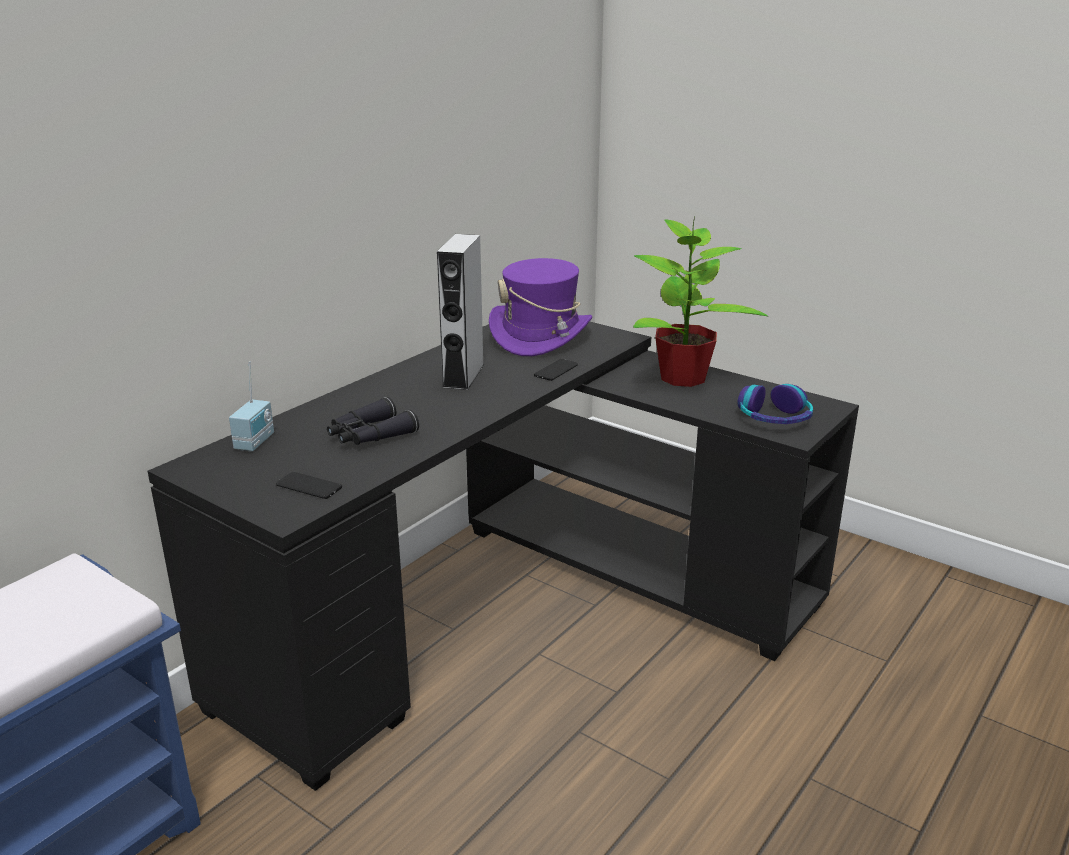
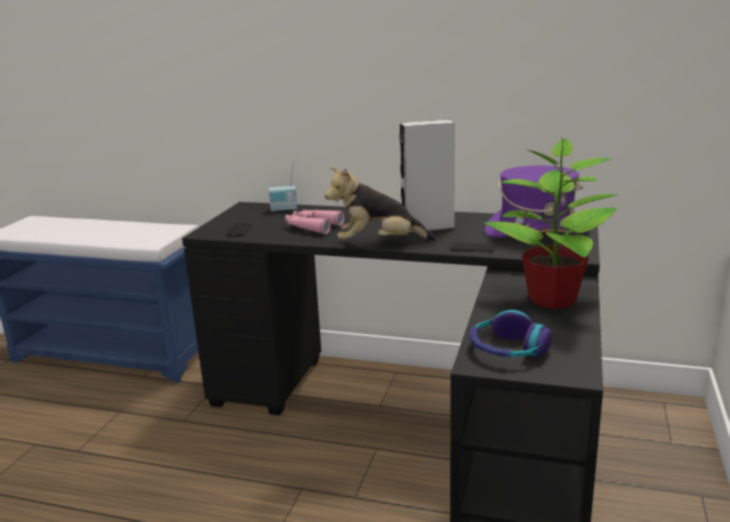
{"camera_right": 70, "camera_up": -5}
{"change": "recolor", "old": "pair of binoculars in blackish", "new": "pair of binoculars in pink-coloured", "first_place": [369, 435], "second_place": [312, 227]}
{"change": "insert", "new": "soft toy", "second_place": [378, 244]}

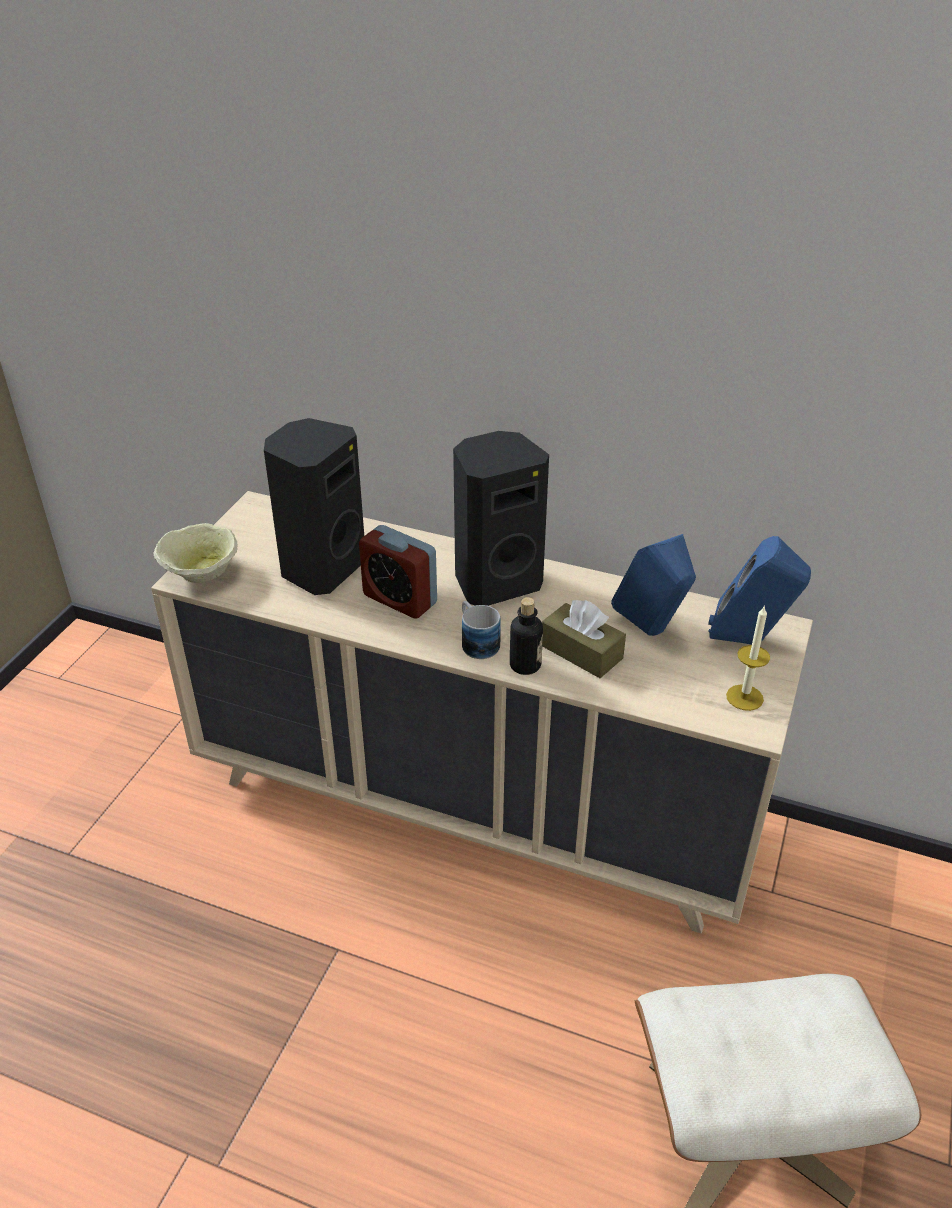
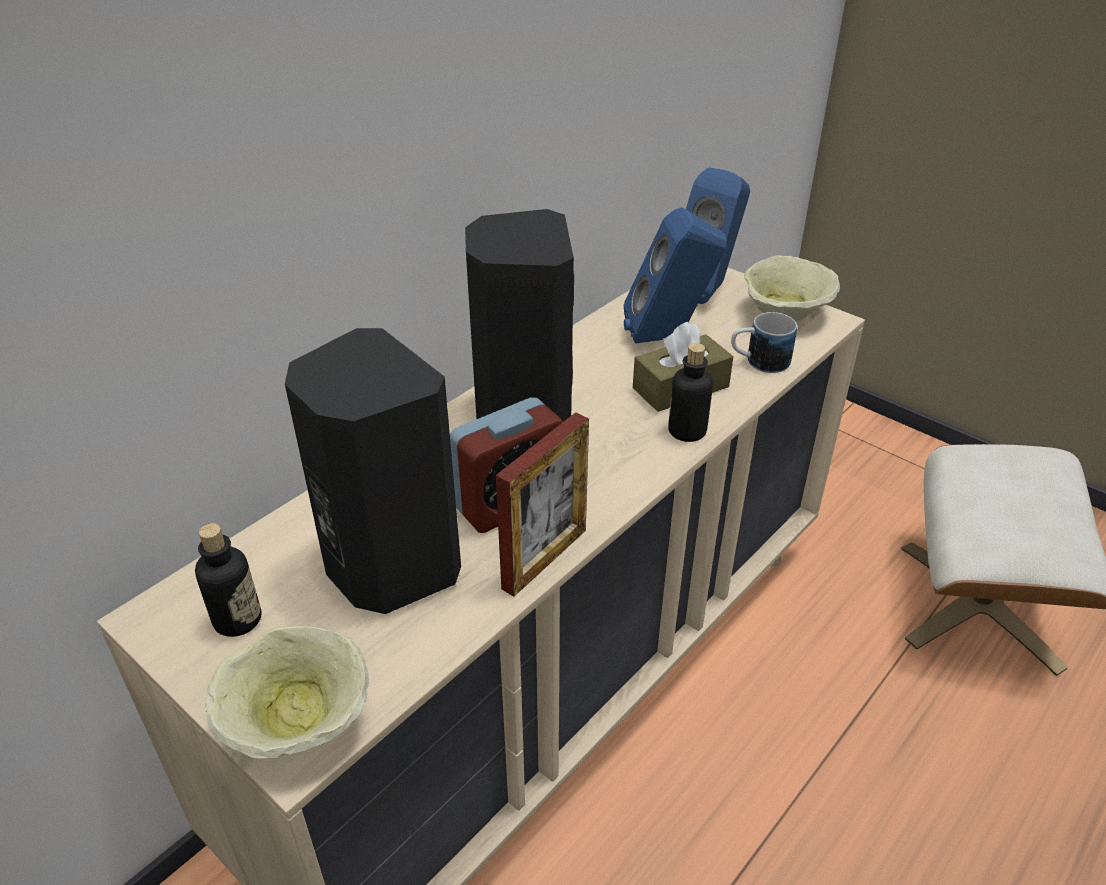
{"camera_right": -70, "camera_up": 0}
{"change": "insert", "new": "bottle", "second_place": [237, 620]}
{"change": "insert", "new": "standing frame", "second_place": [544, 559]}
{"change": "move", "old": "tea mug", "first_place": [476, 642], "second_place": [758, 362]}
{"change": "replace", "old": "wax candle", "new": "deep dish in sand-coloured", "first_place": [744, 697], "second_place": [785, 314]}

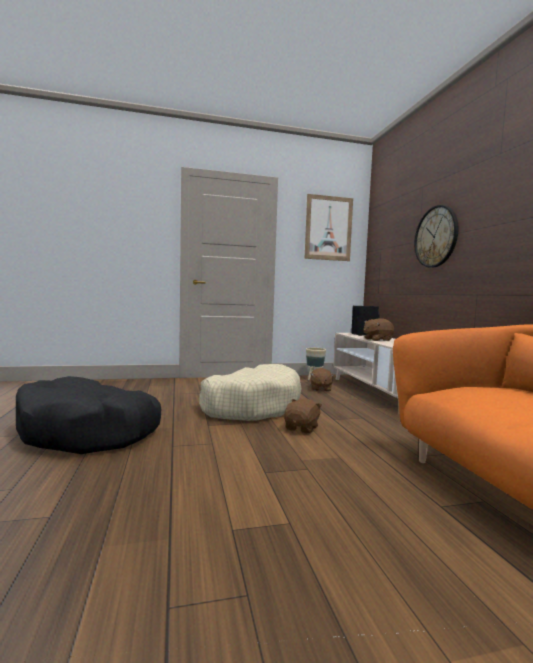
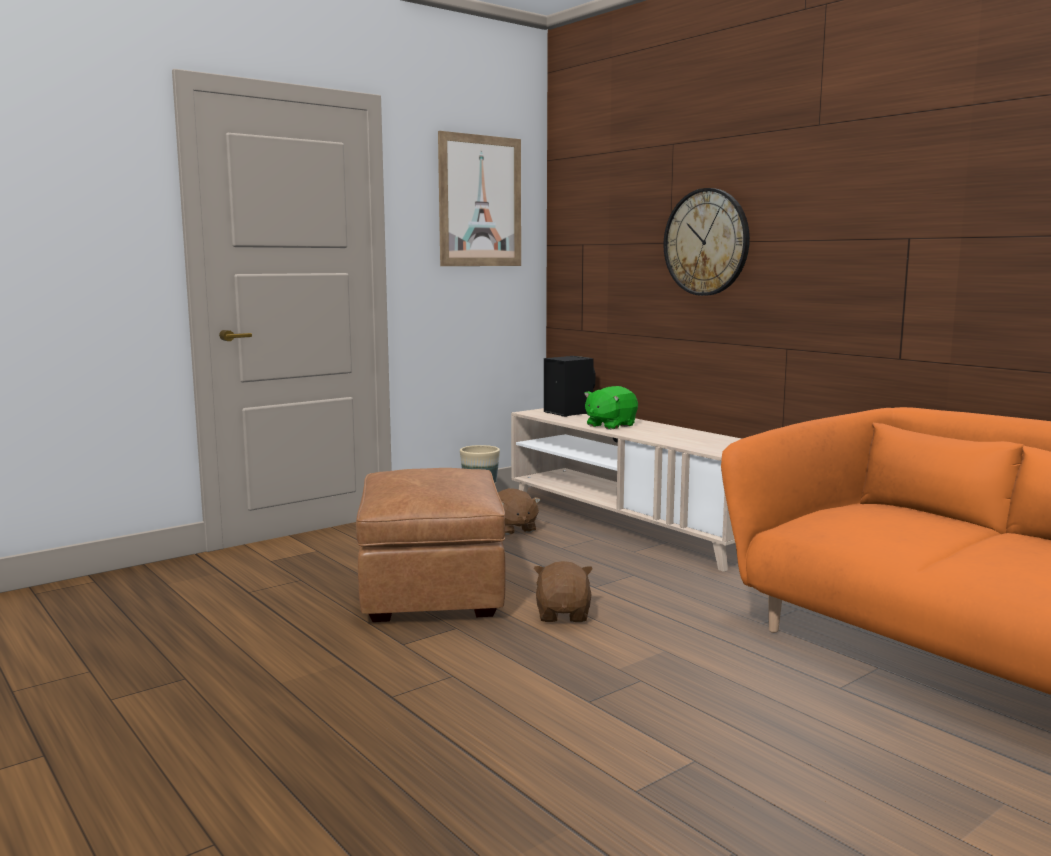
{"camera_right": -25, "camera_up": 5}
{"change": "replace", "old": "dog cushion in sand-coloured", "new": "footrest in brown", "first_place": [251, 406], "second_place": [432, 589]}
{"change": "recolor", "old": "soft toy in brown", "new": "soft toy in greenish", "first_place": [377, 339], "second_place": [610, 425]}
{"change": "delete", "old": "dog cushion in blackish", "first_place": [88, 431]}

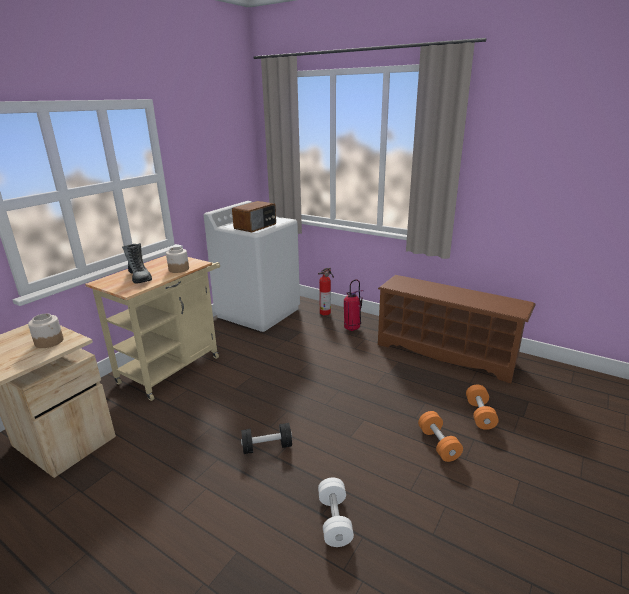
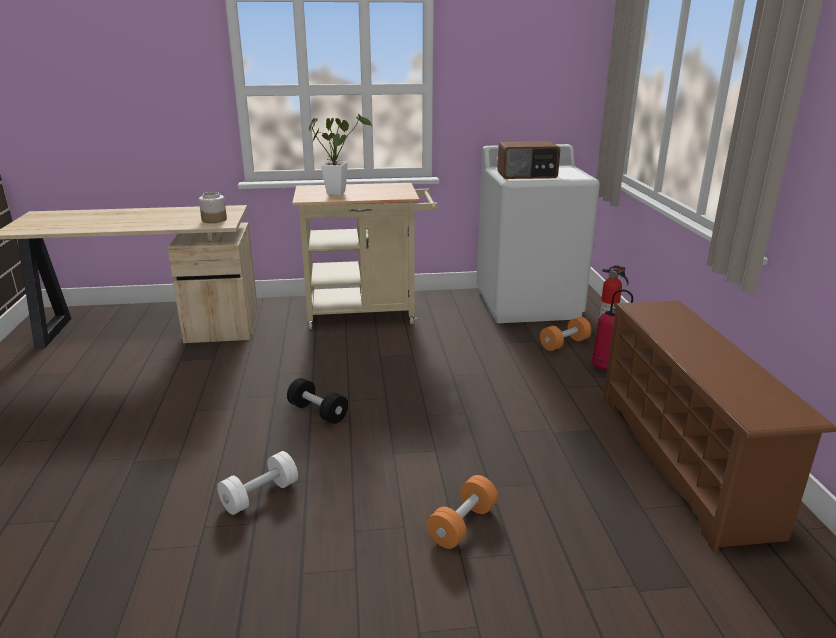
{"camera_right": 50, "camera_up": 0}
{"change": "replace", "old": "boot", "new": "potted plant", "first_place": [140, 277], "second_place": [338, 192]}
{"change": "move", "old": "dumbbell in orange-coloured", "first_place": [480, 414], "second_place": [564, 344]}
{"change": "delete", "old": "jar", "first_place": [178, 269]}

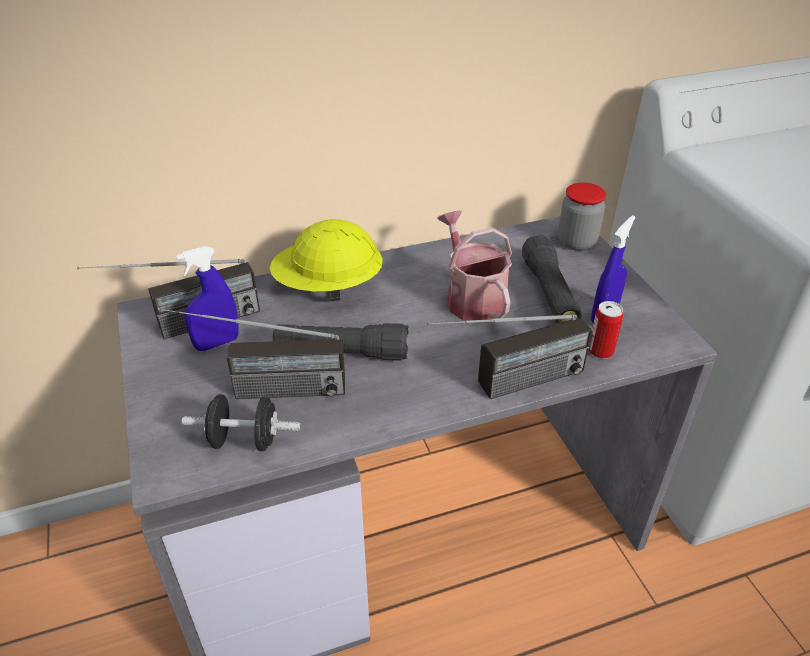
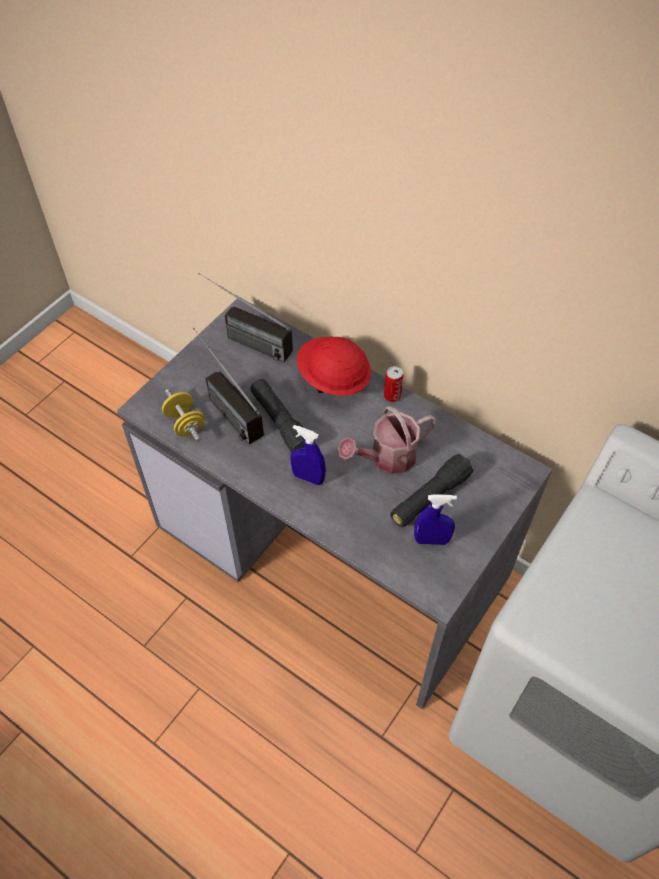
{"camera_right": 55, "camera_up": 15}
{"change": "recolor", "old": "dumbbell in blackish", "new": "dumbbell in yellow", "first_place": [245, 440], "second_place": [185, 423]}
{"change": "move", "old": "hand sprayer in blue-coloured", "first_place": [217, 343], "second_place": [308, 477]}
{"change": "recolor", "old": "safety helmet in yellow", "new": "safety helmet in red-coloured", "first_place": [328, 287], "second_place": [333, 379]}
{"change": "rotate", "old": "sprinkling can", "first_place": [472, 298], "second_place": [387, 457], "degrees": -150}
{"change": "move", "old": "metal can", "first_place": [600, 351], "second_place": [392, 396]}
{"change": "delete", "old": "radio", "first_place": [507, 386]}
{"change": "delete", "old": "jar", "first_place": [576, 242]}

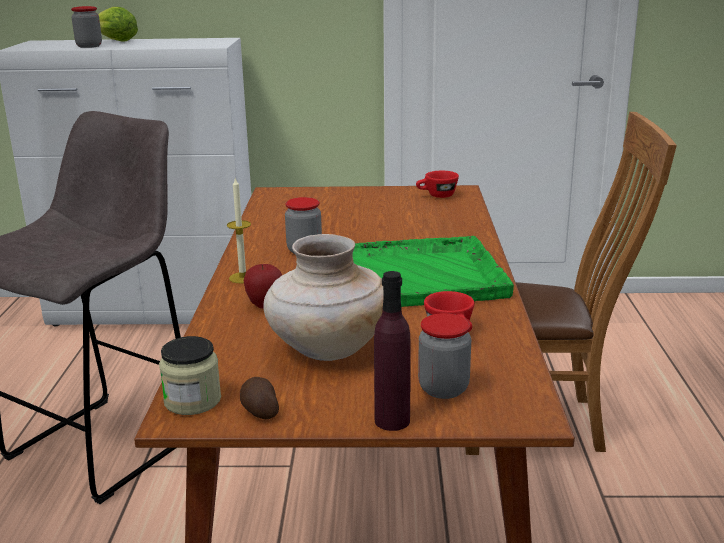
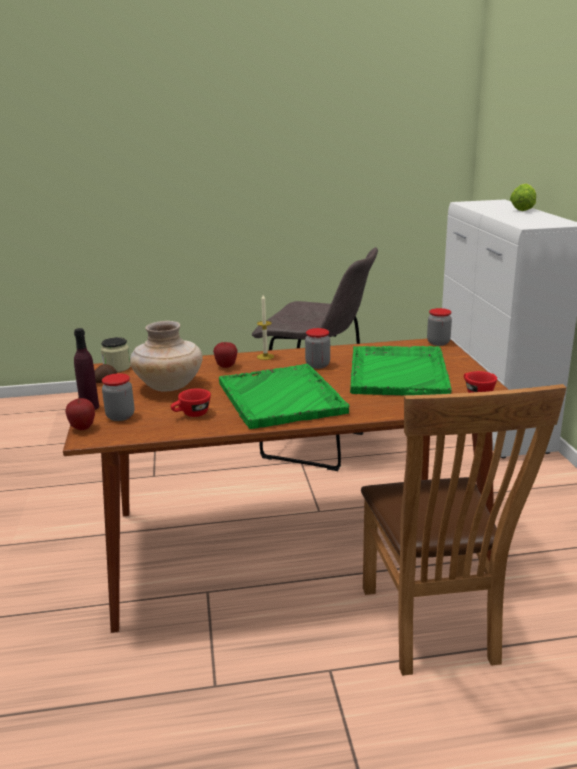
{"camera_right": 80, "camera_up": 0}
{"change": "insert", "new": "apple", "second_place": [82, 428]}
{"change": "insert", "new": "tray in greenish", "second_place": [398, 372]}
{"change": "move", "old": "jar", "first_place": [89, 46], "second_place": [438, 343]}

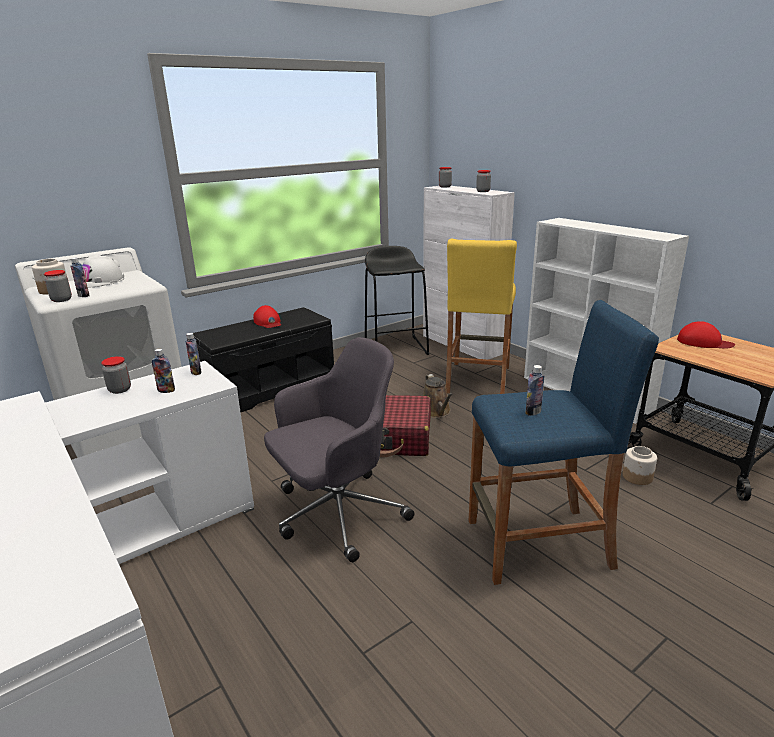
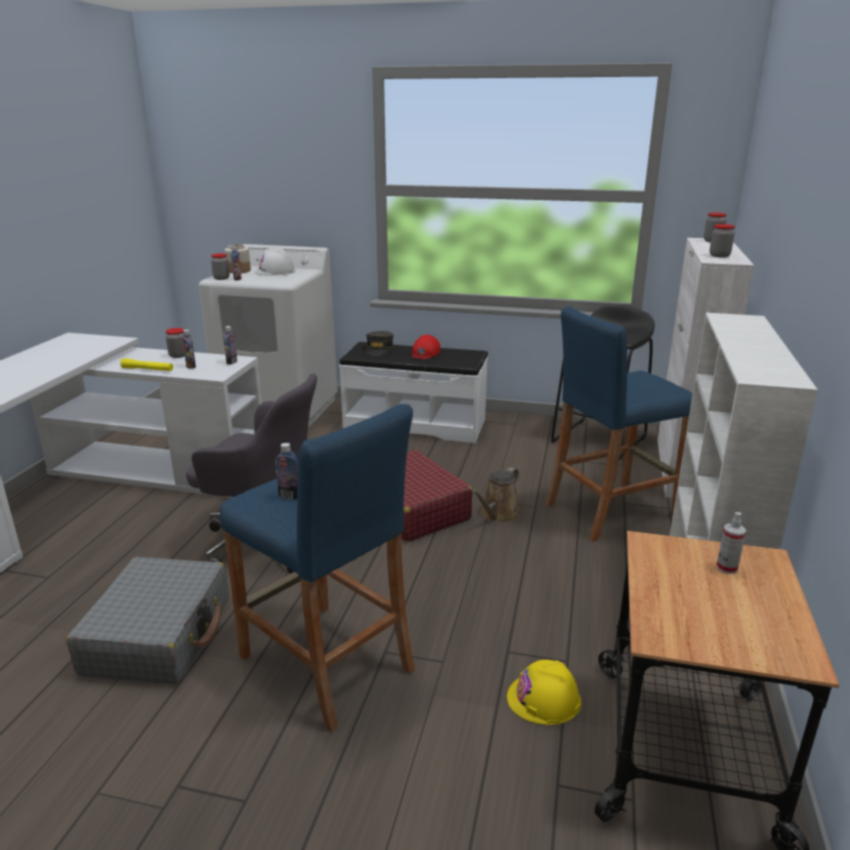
{"camera_right": 50, "camera_up": 0}
{"change": "insert", "new": "piece of luggage in greyish", "second_place": [159, 635]}
{"change": "insert", "new": "flashlight in yellow", "second_place": [147, 369]}
{"change": "recolor", "old": "long seat in blackish", "new": "long seat in white", "first_place": [268, 389], "second_place": [415, 424]}
{"change": "insert", "new": "cap in greyish", "second_place": [379, 349]}
{"change": "replace", "old": "jar", "new": "safety helmet in yellow", "first_place": [637, 477], "second_place": [544, 699]}
{"change": "recolor", "old": "stool in yellow", "new": "stool in blue-coloured", "first_place": [477, 379], "second_place": [610, 510]}
{"change": "replace", "old": "cap in red-coloured", "new": "hand sprayer", "first_place": [704, 342], "second_place": [727, 568]}

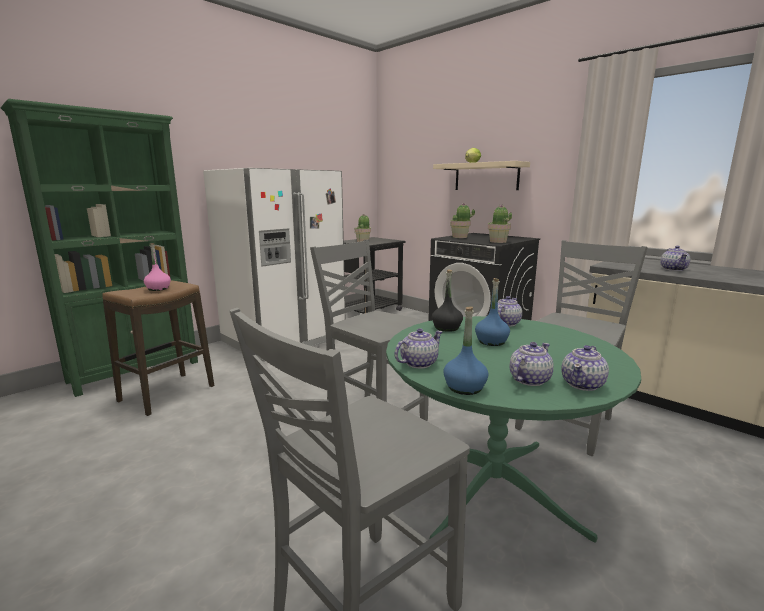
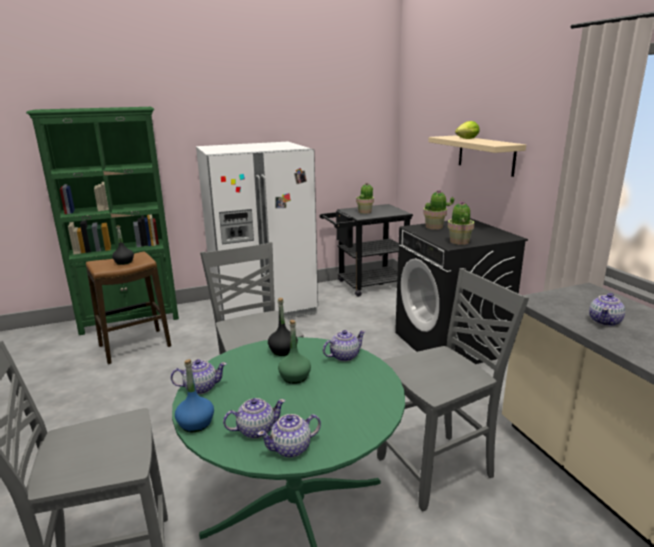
{"camera_right": 25, "camera_up": 5}
{"change": "recolor", "old": "bottle in pink-coloured", "new": "bottle in blackish", "first_place": [158, 289], "second_place": [124, 262]}
{"change": "recolor", "old": "bottle in blue-coloured", "new": "bottle in greenish", "first_place": [491, 341], "second_place": [295, 377]}

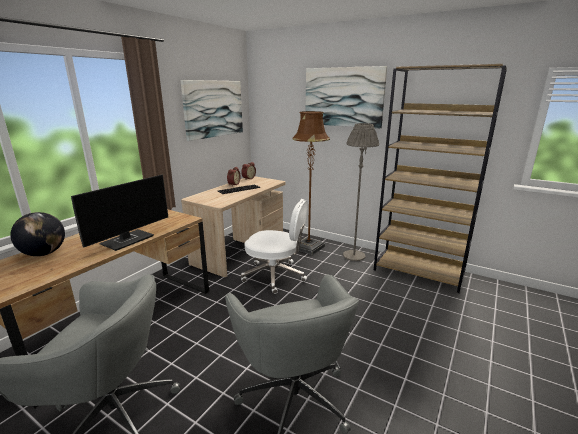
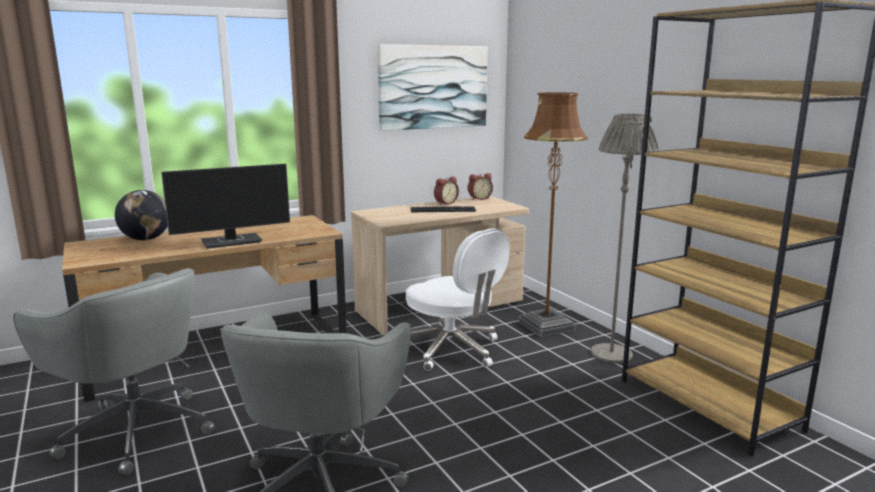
{"camera_right": 30, "camera_up": -5}
{"change": "delete", "old": "picture", "first_place": [343, 97]}

